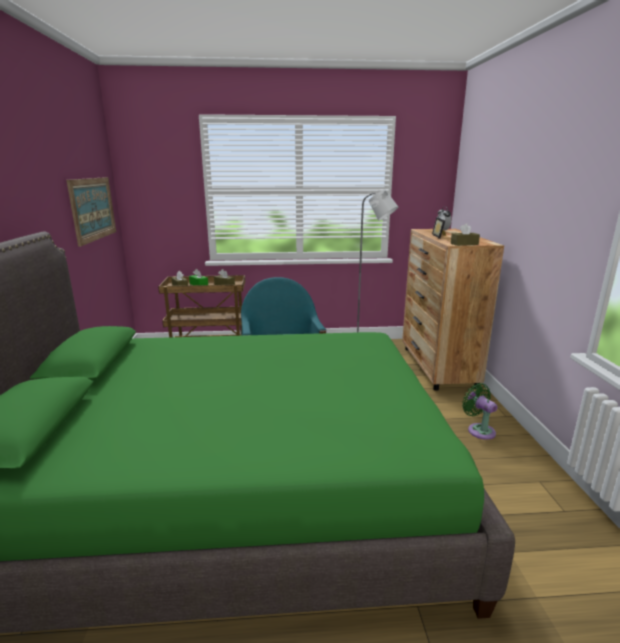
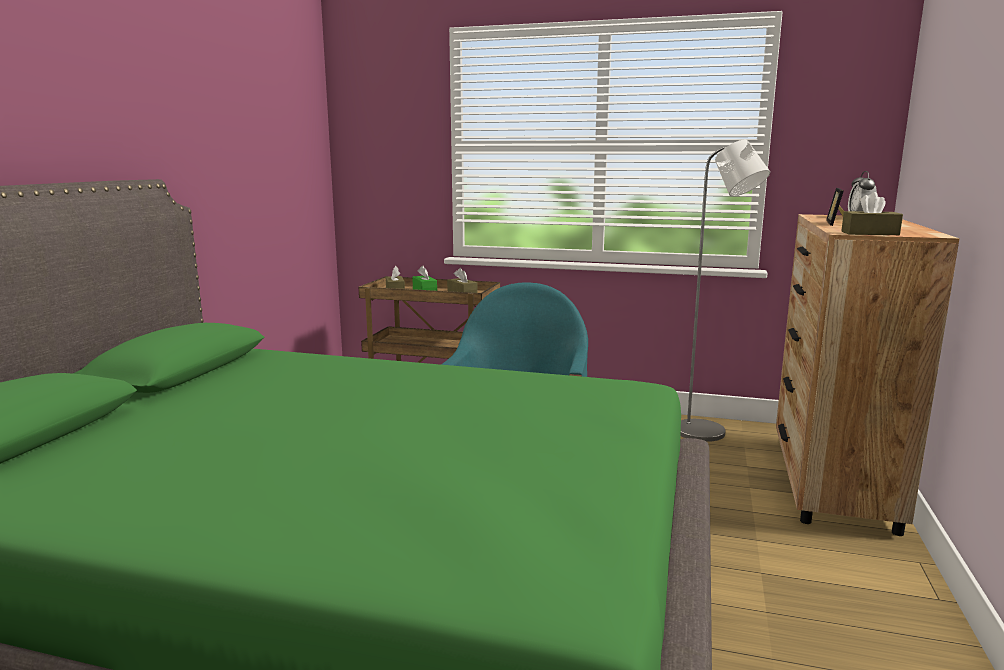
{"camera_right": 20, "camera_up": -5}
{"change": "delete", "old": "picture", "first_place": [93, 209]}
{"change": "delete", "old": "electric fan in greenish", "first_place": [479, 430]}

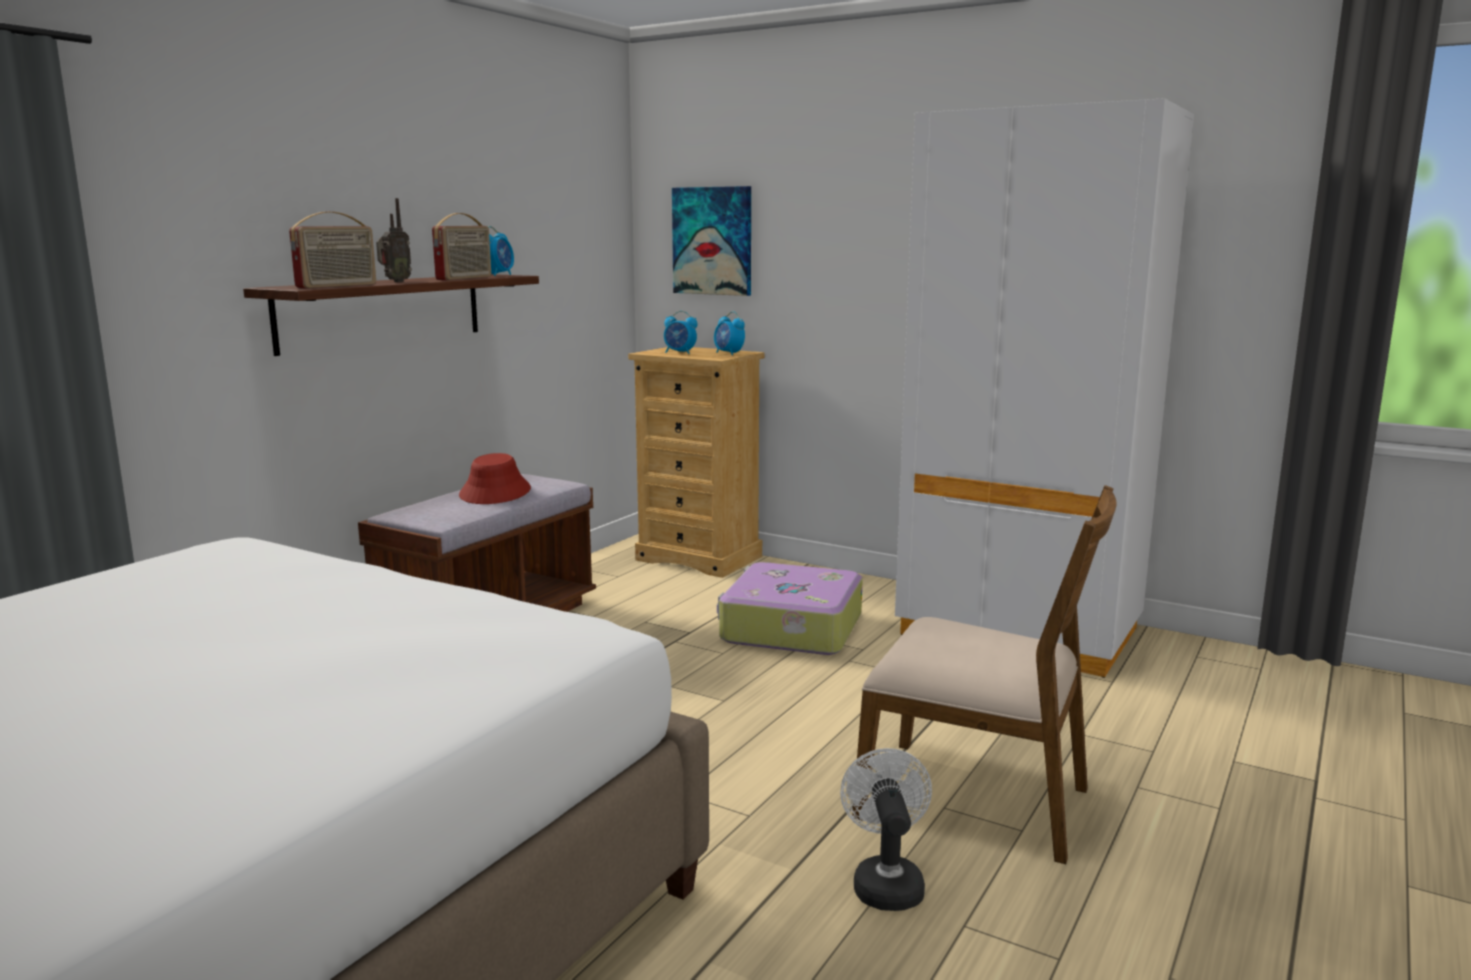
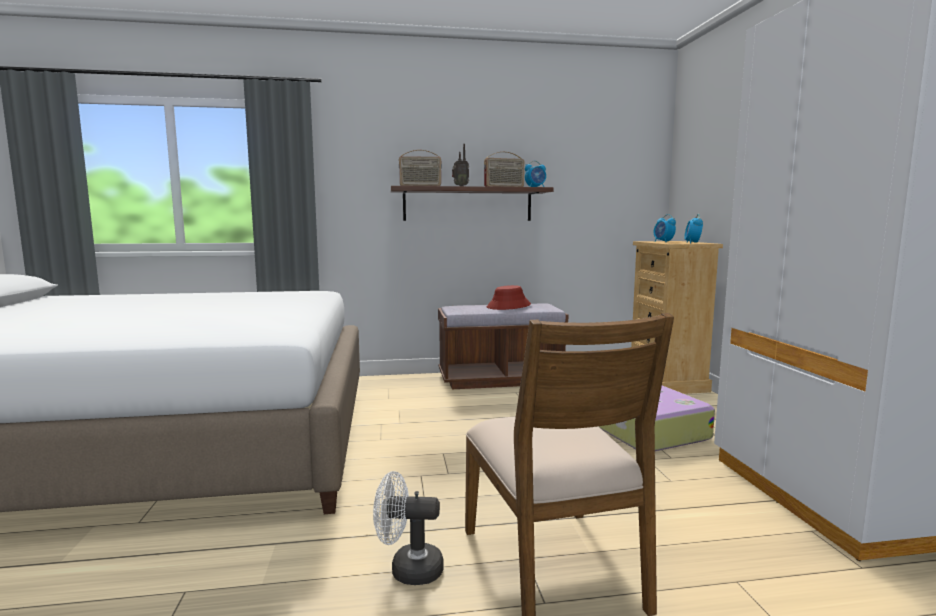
{"camera_right": 50, "camera_up": -5}
{"change": "rotate", "old": "electric fan in white", "first_place": [885, 882], "second_place": [408, 569], "degrees": -135}
{"change": "delete", "old": "picture", "first_place": [713, 241]}

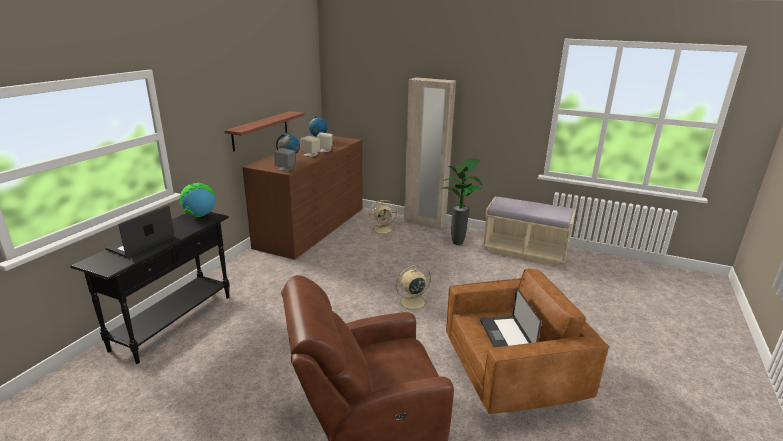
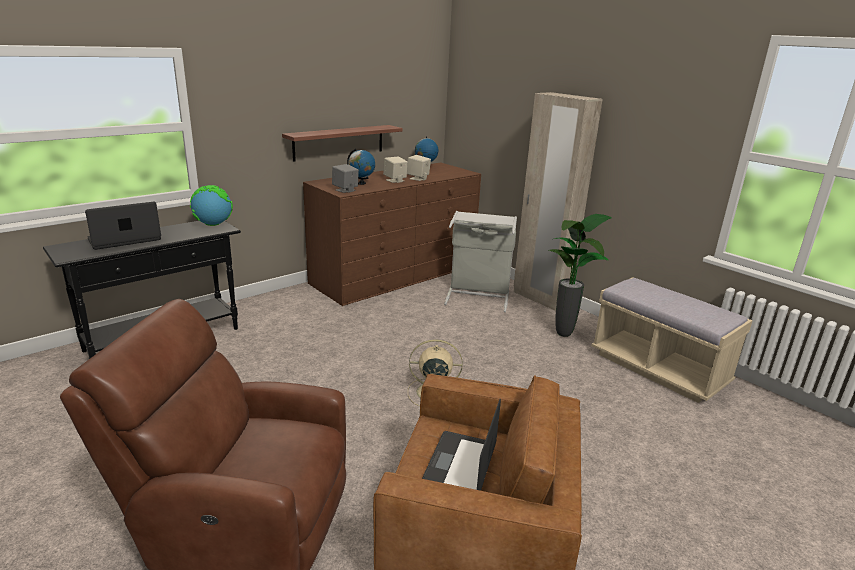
{"camera_right": 25, "camera_up": 0}
{"change": "replace", "old": "electric fan in sand-coloured", "new": "laundry basket in greyish", "first_place": [383, 230], "second_place": [478, 295]}

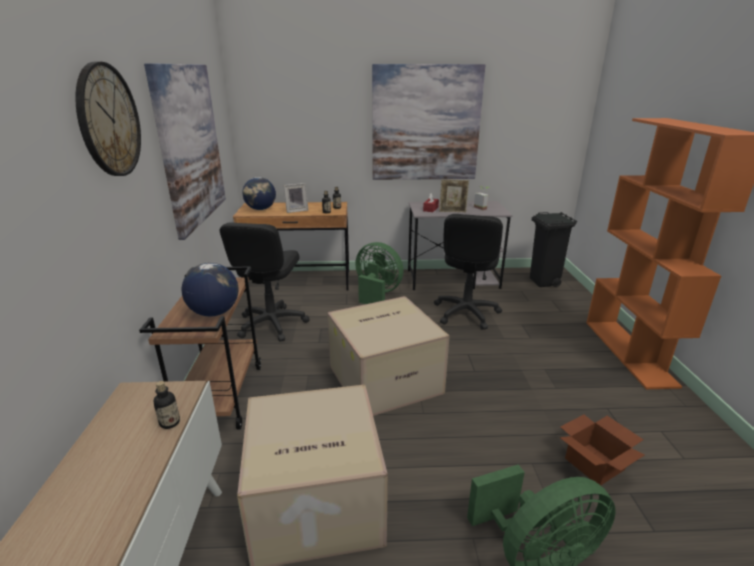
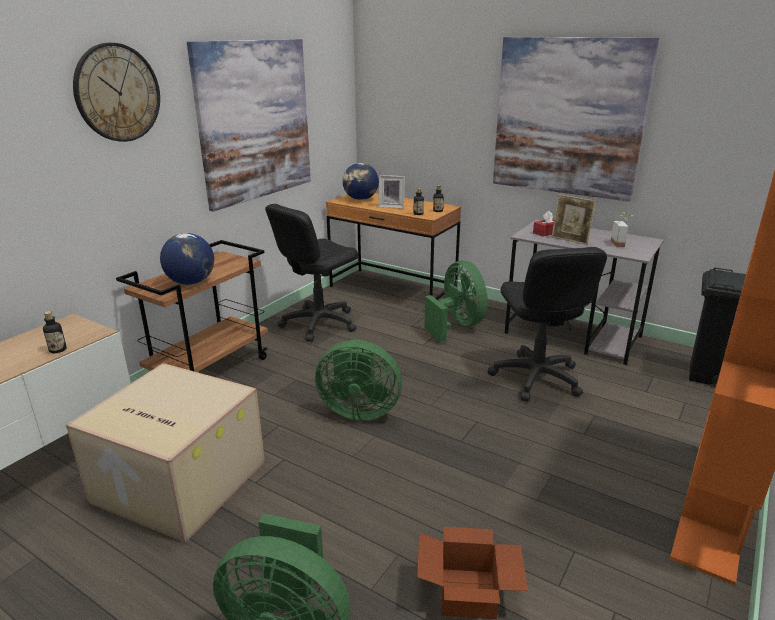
{"camera_right": 35, "camera_up": 0}
{"change": "replace", "old": "carton", "new": "electric fan in greenish", "first_place": [385, 378], "second_place": [358, 410]}
{"change": "rotate", "old": "office chair in blackish", "first_place": [465, 313], "second_place": [536, 378], "degrees": -60}

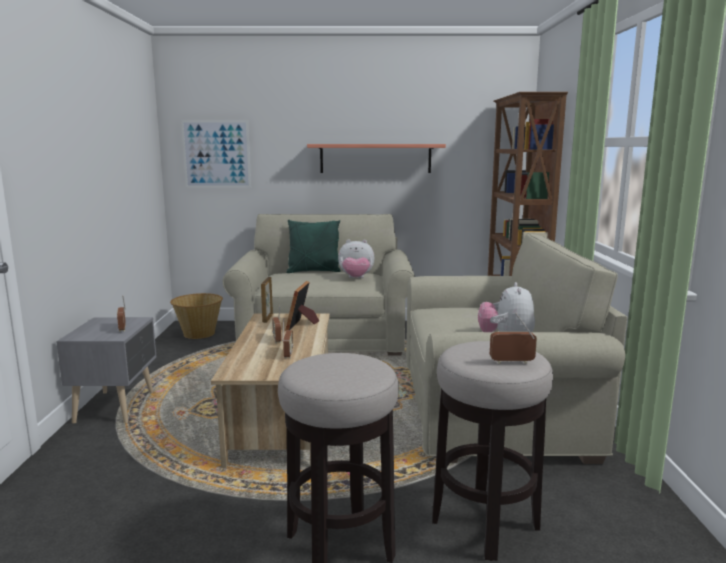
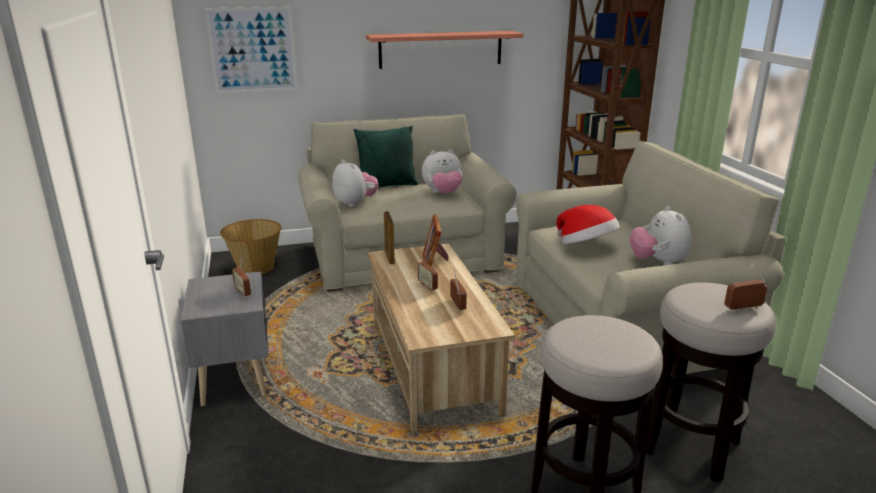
{"camera_right": -15, "camera_up": 10}
{"change": "insert", "new": "soft toy", "second_place": [355, 203]}
{"change": "insert", "new": "wearable hat", "second_place": [586, 246]}

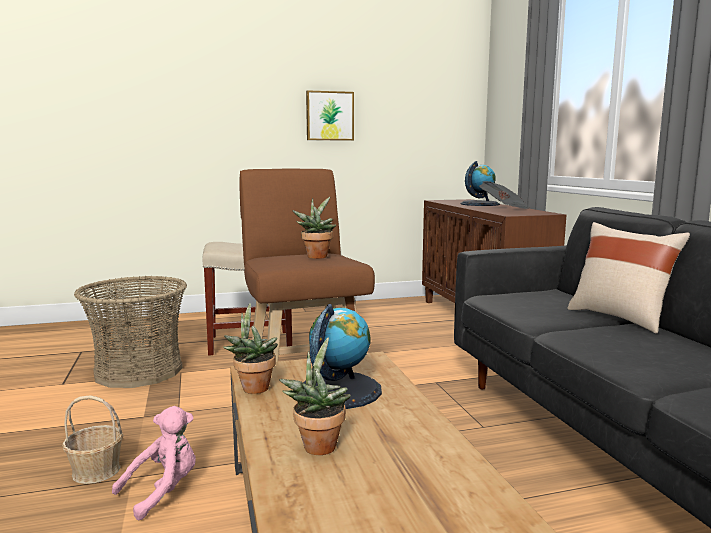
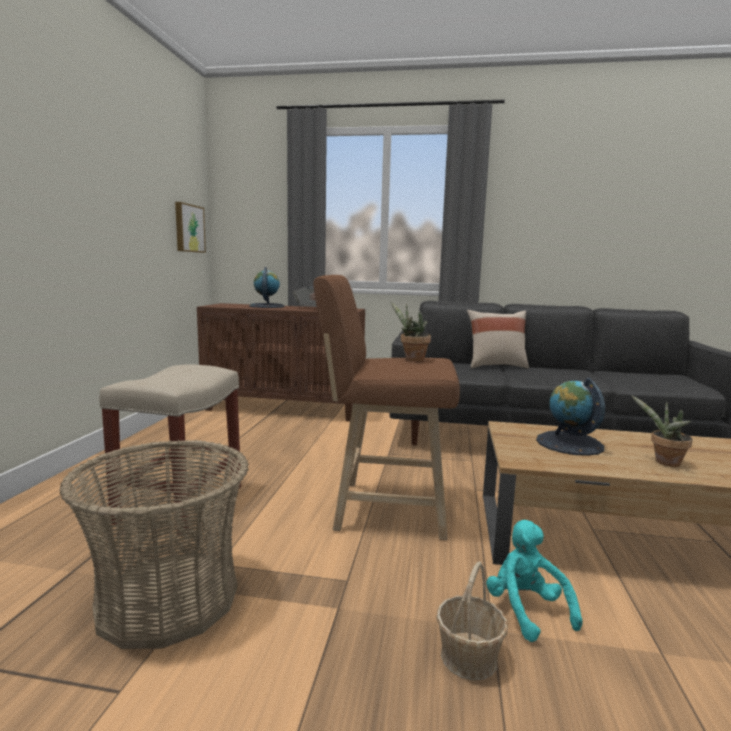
{"camera_right": -65, "camera_up": 0}
{"change": "move", "old": "picture", "first_place": [329, 116], "second_place": [188, 228]}
{"change": "recolor", "old": "soft toy in pink-coloured", "new": "soft toy in turquoise", "first_place": [163, 491], "second_place": [526, 610]}
{"change": "delete", "old": "potted plant", "first_place": [253, 387]}

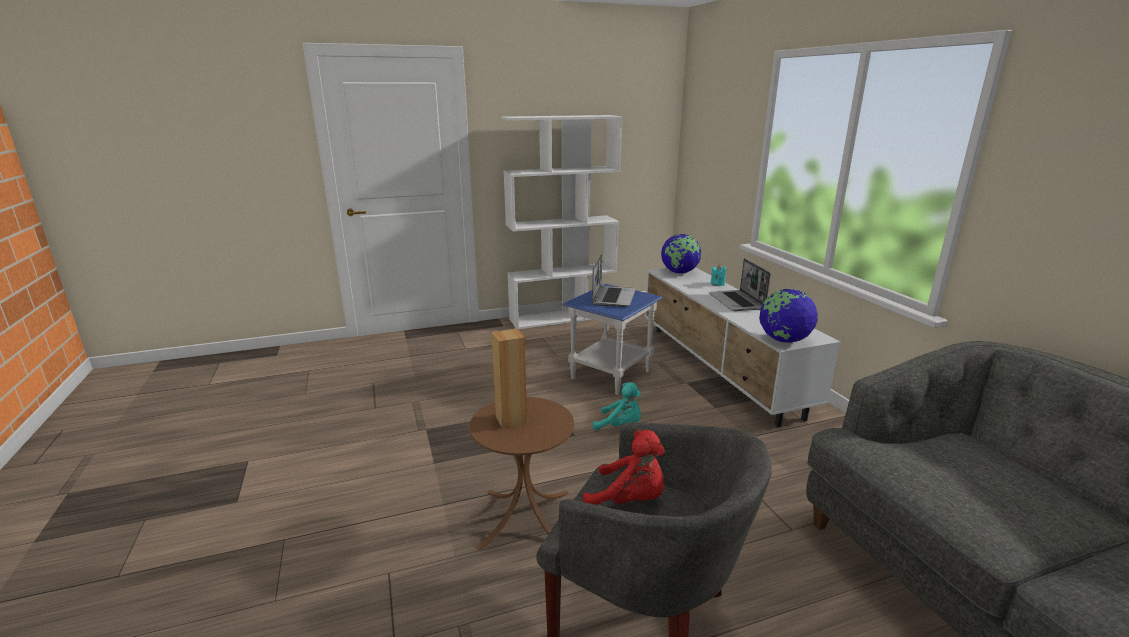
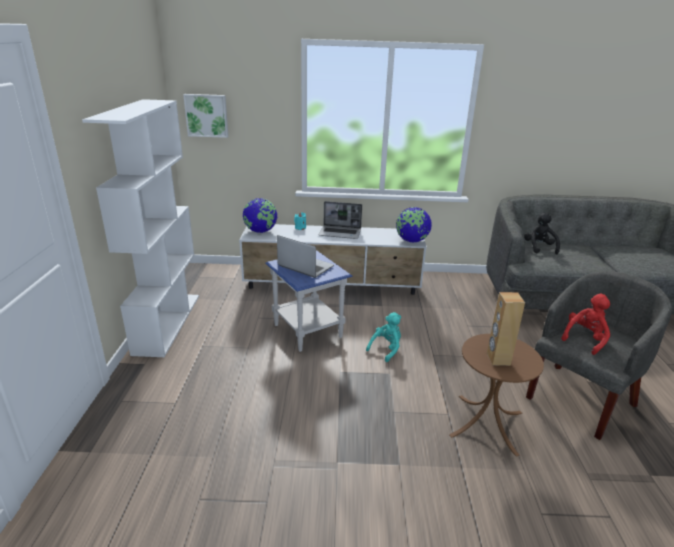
{"camera_right": -70, "camera_up": 5}
{"change": "insert", "new": "picture", "second_place": [207, 115]}
{"change": "insert", "new": "soft toy in blackish", "second_place": [539, 248]}

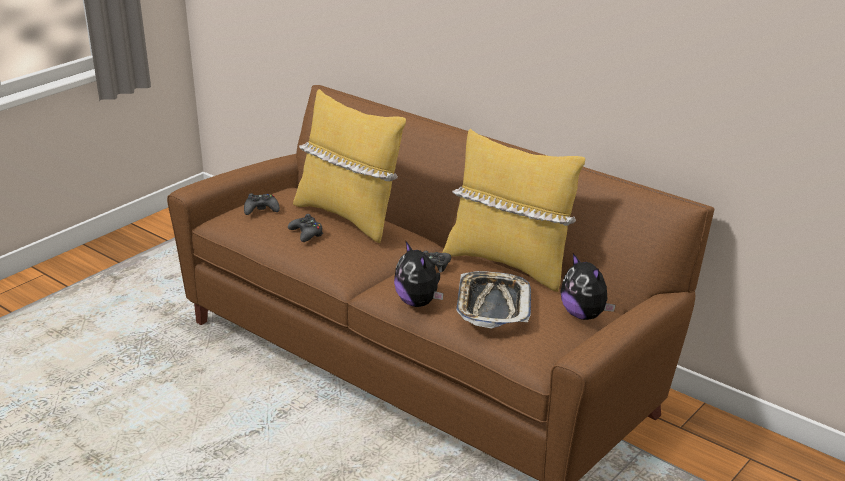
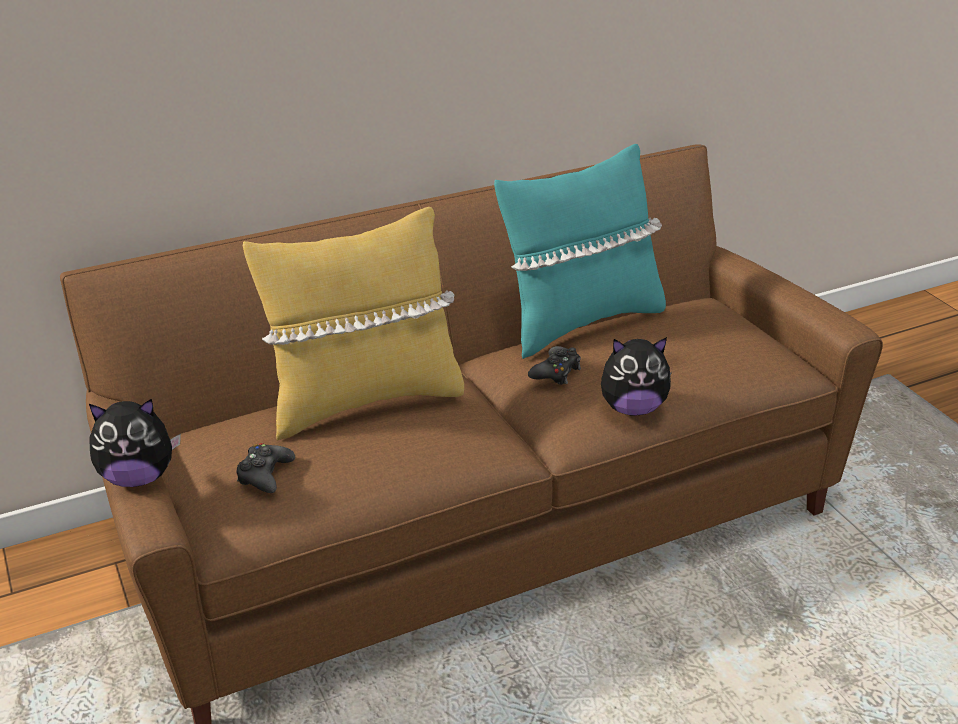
{"camera_right": -65, "camera_up": 5}
{"change": "move", "old": "soft toy", "first_place": [584, 315], "second_place": [138, 477]}
{"change": "recolor", "old": "throw pillow in yellow", "new": "throw pillow in turquoise", "first_place": [509, 264], "second_place": [579, 322]}
{"change": "delete", "old": "game controller in blackish", "first_place": [306, 234]}
{"change": "delete", "old": "tray", "first_place": [492, 305]}

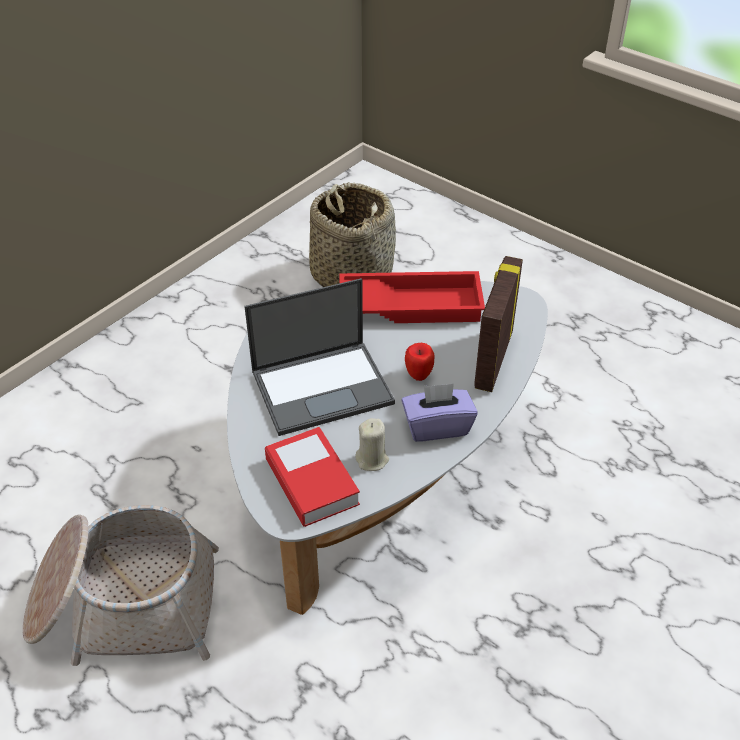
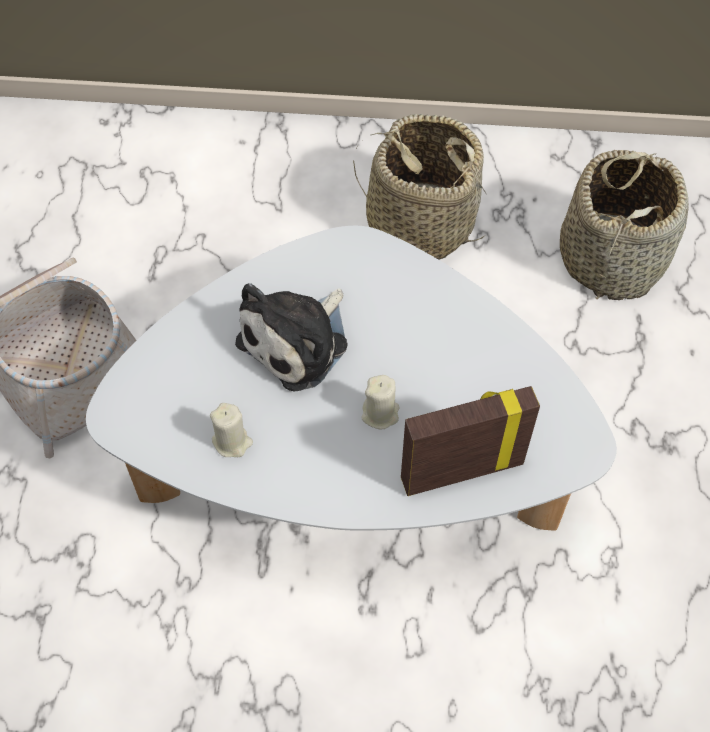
{"camera_right": 55, "camera_up": 15}
{"change": "replace", "old": "portable computer", "new": "soft toy", "first_place": [323, 386], "second_place": [298, 341]}
{"change": "insert", "new": "storage basket", "second_place": [420, 224]}
{"change": "replace", "old": "apple", "new": "wax candle in sand-coloured", "first_place": [418, 375], "second_place": [380, 414]}
{"change": "delete", "old": "book", "first_place": [311, 482]}
{"change": "delete", "old": "tray in red-coloured", "first_place": [411, 304]}
{"change": "delete", "old": "tissue holder in purple", "first_place": [437, 426]}

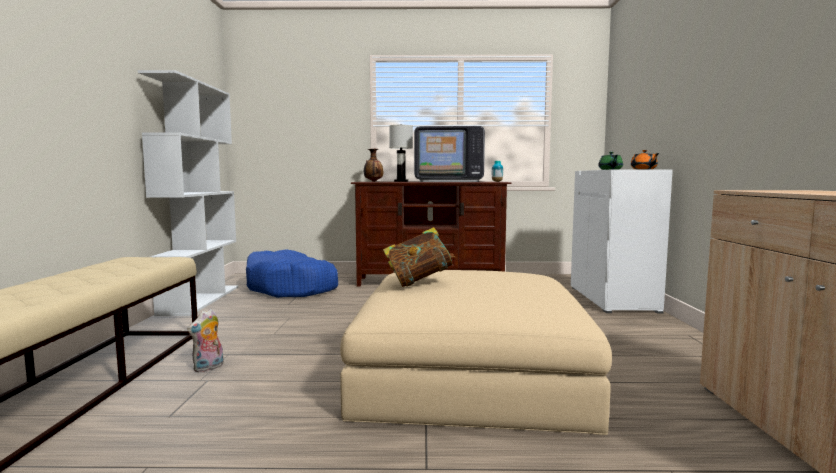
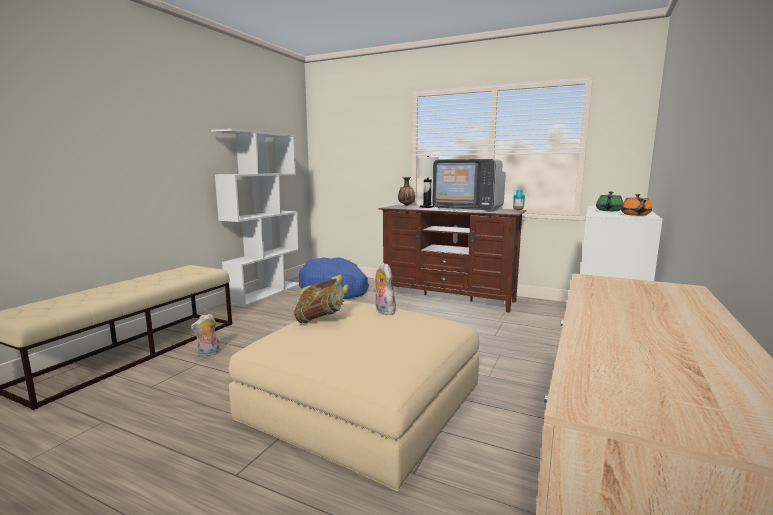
{"camera_right": 25, "camera_up": 5}
{"change": "insert", "new": "soft toy", "second_place": [383, 311]}

